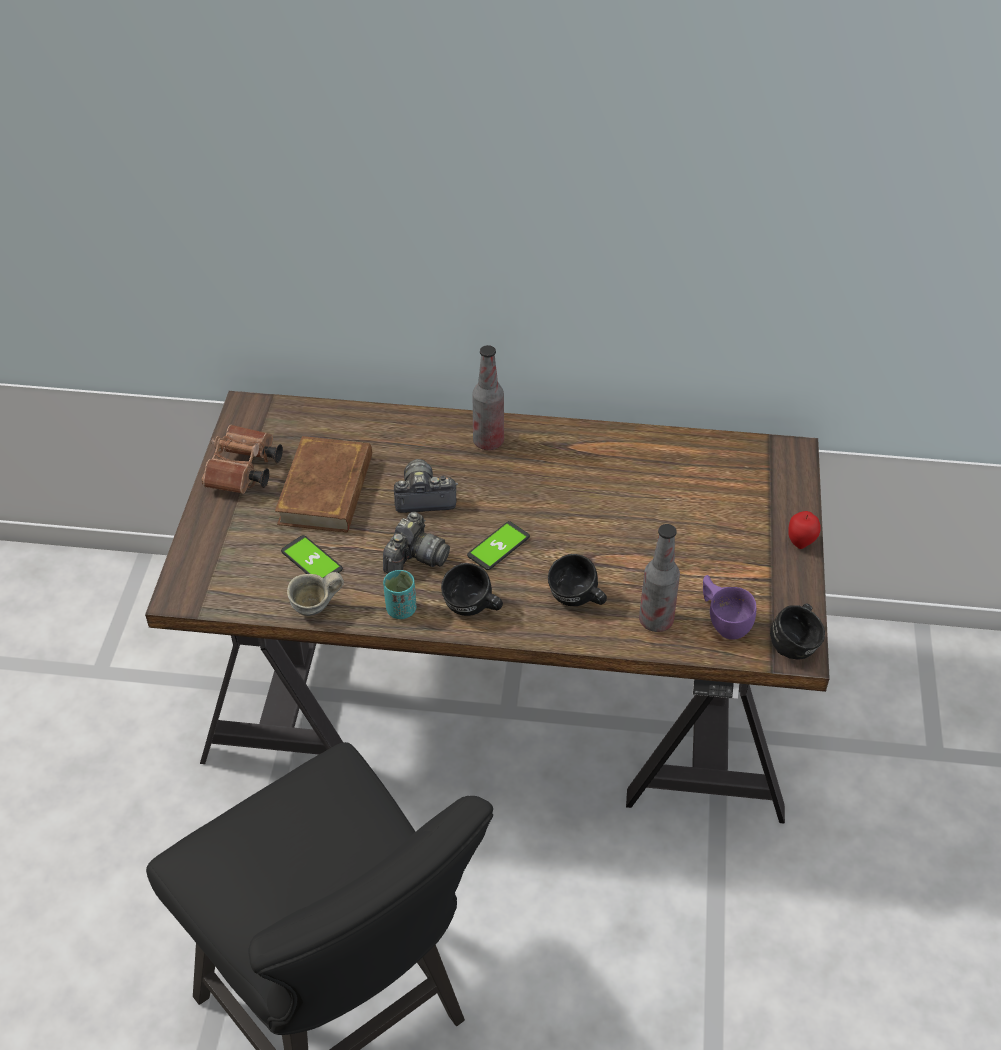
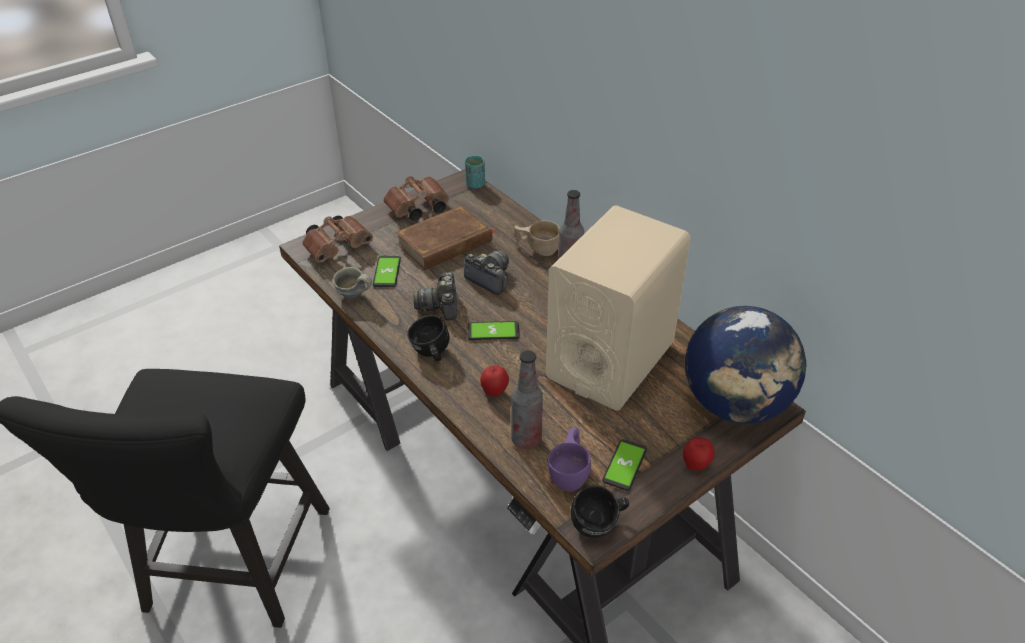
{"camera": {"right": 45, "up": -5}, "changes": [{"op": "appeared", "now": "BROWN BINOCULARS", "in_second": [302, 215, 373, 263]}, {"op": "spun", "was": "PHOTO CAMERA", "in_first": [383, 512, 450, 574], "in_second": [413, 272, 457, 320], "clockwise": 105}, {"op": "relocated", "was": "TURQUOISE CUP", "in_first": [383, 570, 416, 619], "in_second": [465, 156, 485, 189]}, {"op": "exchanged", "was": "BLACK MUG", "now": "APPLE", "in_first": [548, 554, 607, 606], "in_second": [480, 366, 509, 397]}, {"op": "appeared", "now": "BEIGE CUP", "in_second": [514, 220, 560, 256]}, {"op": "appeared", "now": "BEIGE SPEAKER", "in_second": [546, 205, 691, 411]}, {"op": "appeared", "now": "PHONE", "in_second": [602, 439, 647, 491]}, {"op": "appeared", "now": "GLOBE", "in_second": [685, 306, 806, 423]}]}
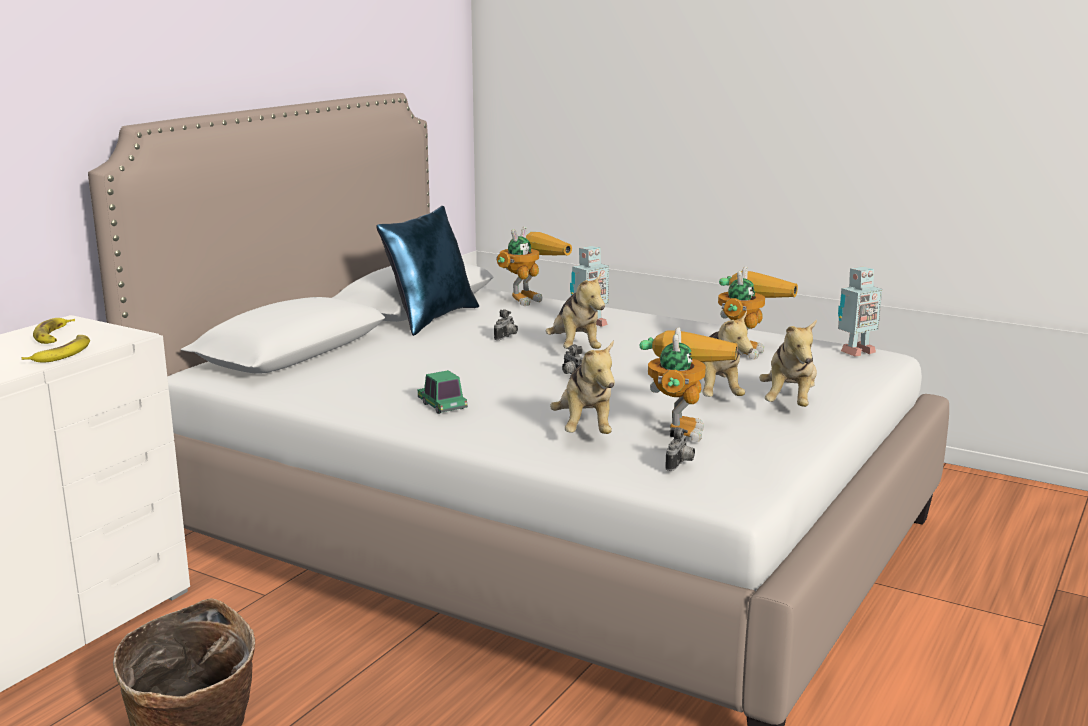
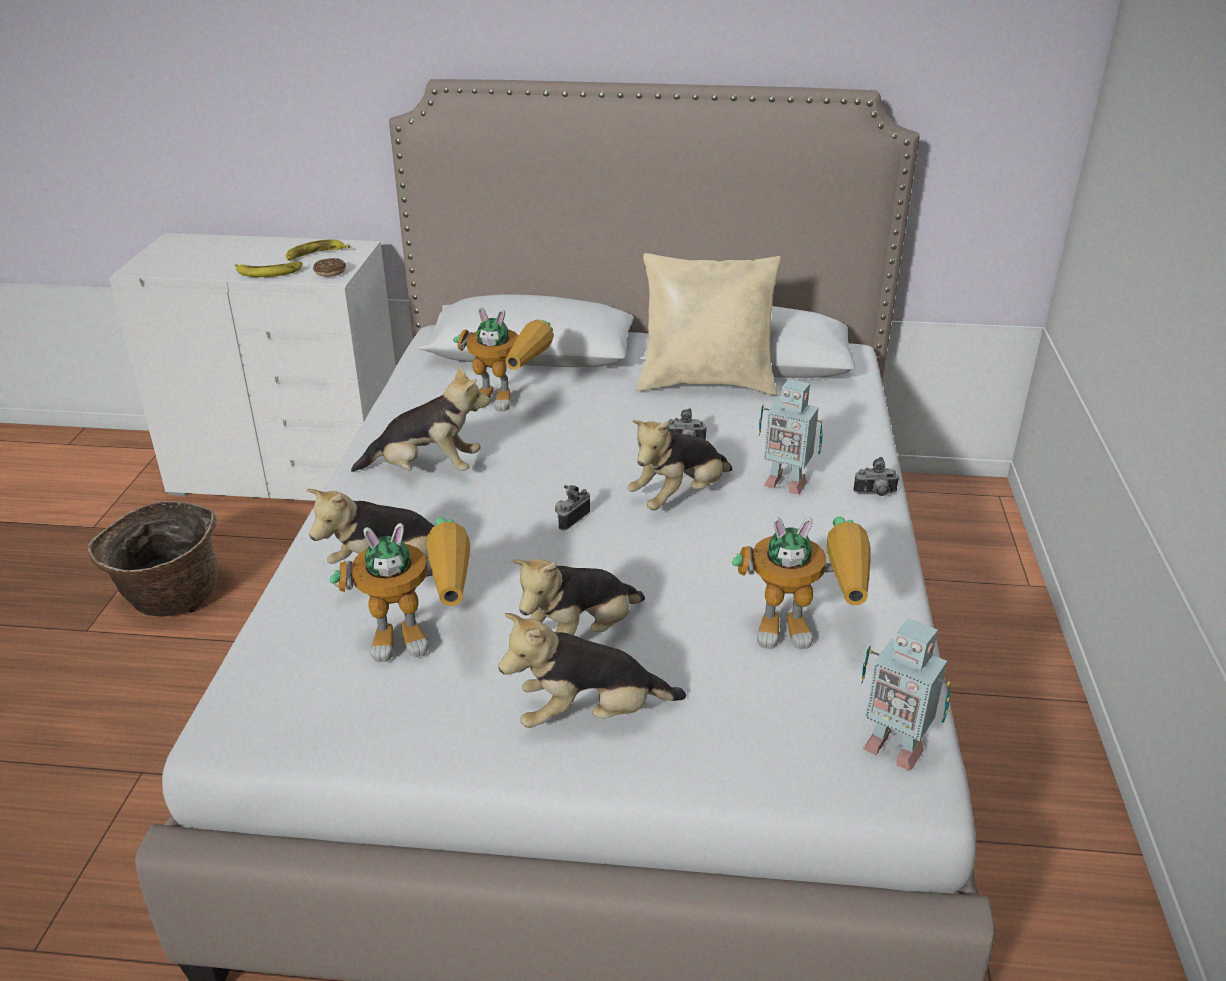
{"camera": {"right": 65, "up": 15}, "changes": [{"op": "appeared", "now": "DONUT", "in_second": [313, 258, 346, 277]}, {"op": "exchanged", "was": "TOY CAR", "now": "PLUSH TOY", "in_first": [418, 370, 468, 414], "in_second": [351, 365, 490, 472]}, {"op": "relocated", "was": "TOY ROBOT", "in_first": [496, 227, 572, 306], "in_second": [453, 307, 554, 412]}, {"op": "colour", "was": "BLUE PILLOW", "now": "BEIGE PILLOW", "in_first": [376, 206, 479, 336], "in_second": [637, 253, 781, 395]}, {"op": "relocated", "was": "PHOTO CAMERA", "in_first": [665, 427, 695, 471], "in_second": [853, 457, 900, 496]}]}
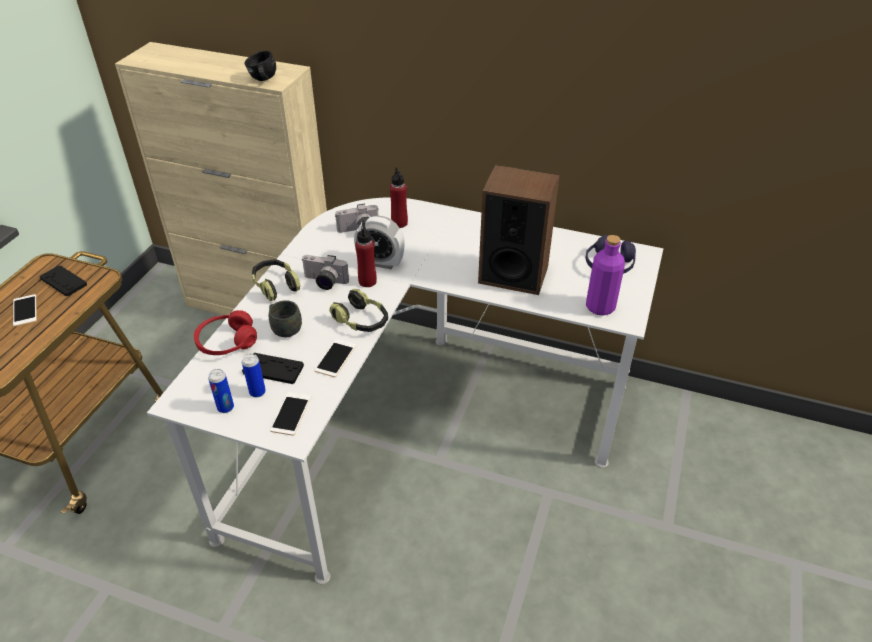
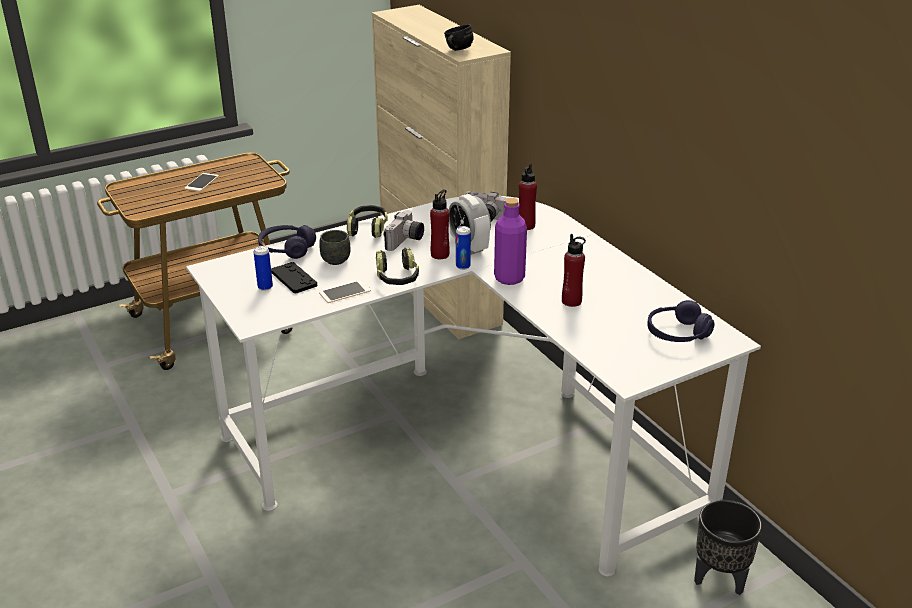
{"camera": {"right": 40, "up": -10}, "changes": [{"op": "colour", "was": "RED HEADPHONES", "now": "PURPLE HEADPHONES", "in_first": [194, 310, 257, 355], "in_second": [258, 225, 316, 259]}, {"op": "spun", "was": "PHOTO CAMERA", "in_first": [302, 255, 349, 290], "in_second": [383, 210, 424, 251], "clockwise": -120}, {"op": "relocated", "was": "CAN", "in_first": [208, 369, 234, 413], "in_second": [456, 226, 471, 270]}, {"op": "relocated", "was": "PURPLE BOTTLE", "in_first": [586, 235, 625, 316], "in_second": [494, 198, 527, 285]}, {"op": "exchanged", "was": "SPEAKER", "now": "RED BOTTLE", "in_first": [478, 165, 560, 295], "in_second": [562, 234, 586, 307]}, {"op": "appeared", "now": "BLACK PLANTER", "in_second": [694, 500, 762, 595]}, {"op": "missing", "was": "BLACK GAME CONTROLLER", "in_first": [40, 265, 87, 296]}, {"op": "missing", "was": "PHONE", "in_first": [270, 392, 311, 436]}]}
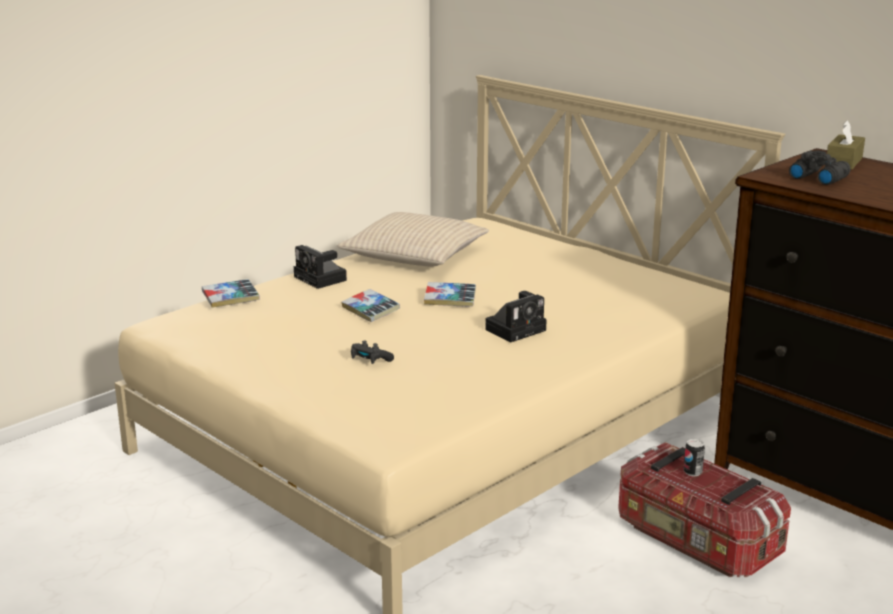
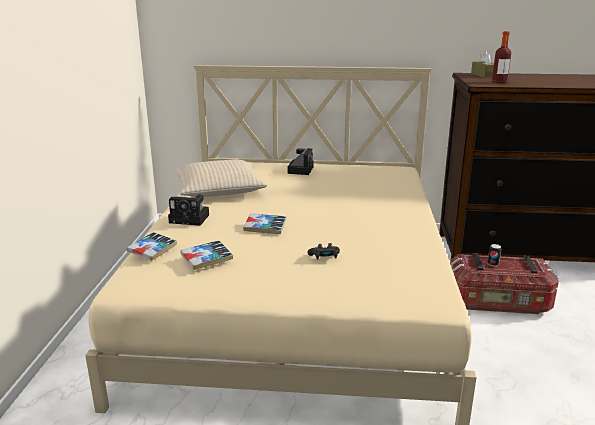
{"camera": {"right": -40, "up": 0}, "changes": [{"op": "relocated", "was": "BOOK", "in_first": [424, 282, 476, 306], "in_second": [181, 240, 233, 270]}, {"op": "relocated", "was": "PHOTO CAMERA", "in_first": [485, 291, 547, 342], "in_second": [287, 148, 314, 175]}, {"op": "exchanged", "was": "BLACK BINOCULARS", "now": "BOTTLE", "in_first": [789, 150, 851, 185], "in_second": [492, 31, 511, 83]}]}
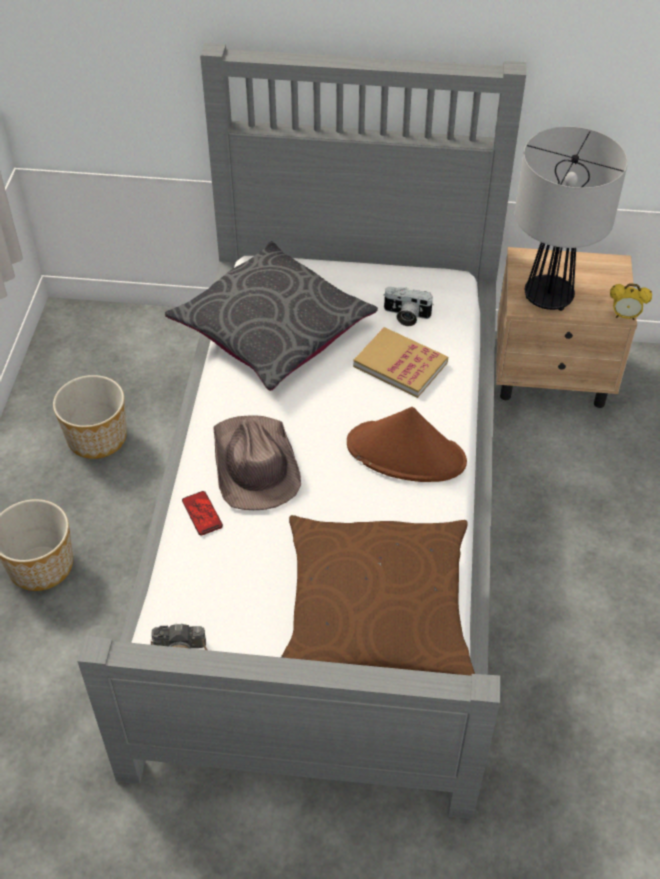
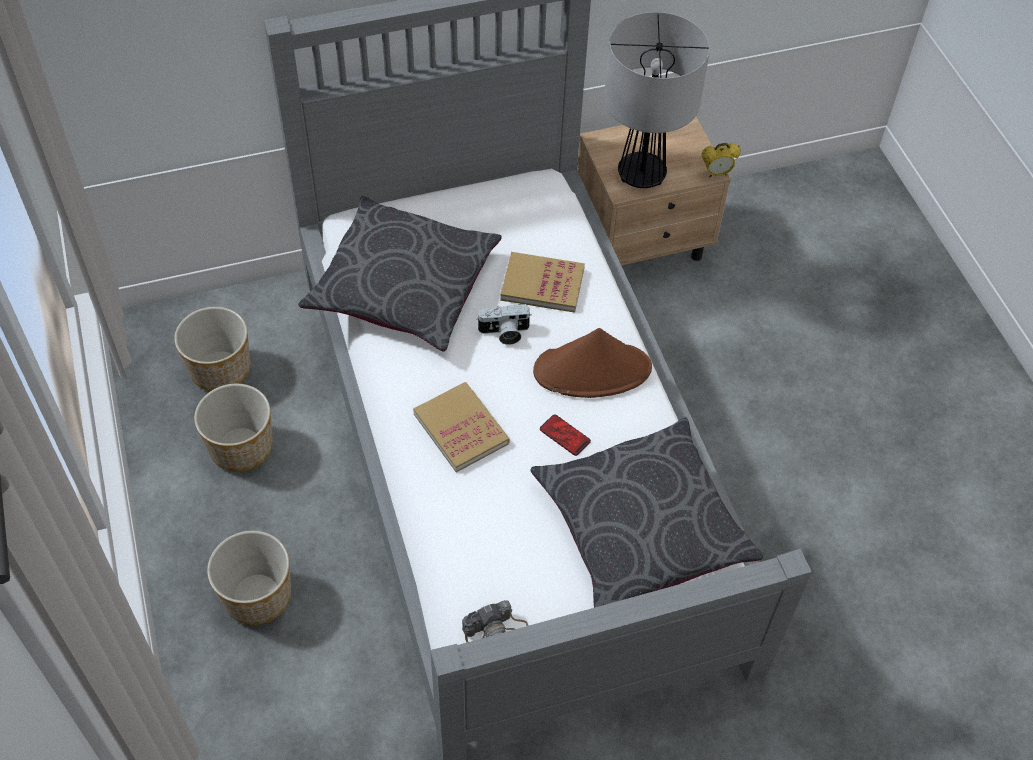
{"camera": {"right": -25, "up": 5}, "changes": [{"op": "appeared", "now": "PLANTER", "in_second": [174, 307, 250, 391]}, {"op": "exchanged", "was": "BROWN HAT", "now": "BOOK", "in_first": [213, 415, 301, 510], "in_second": [413, 382, 510, 472]}, {"op": "relocated", "was": "PHOTO CAMERA", "in_first": [383, 287, 434, 326], "in_second": [476, 304, 532, 345]}, {"op": "colour", "was": "BROWN PILLOW", "now": "GREY PILLOW", "in_first": [281, 515, 475, 676], "in_second": [530, 418, 763, 608]}, {"op": "relocated", "was": "PHONE", "in_first": [182, 491, 223, 536], "in_second": [540, 414, 591, 456]}]}
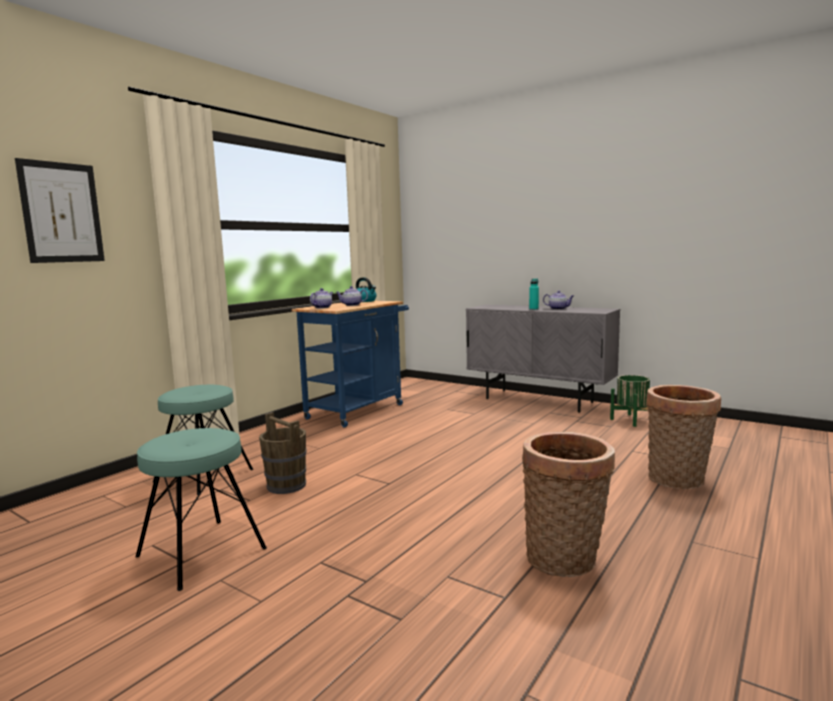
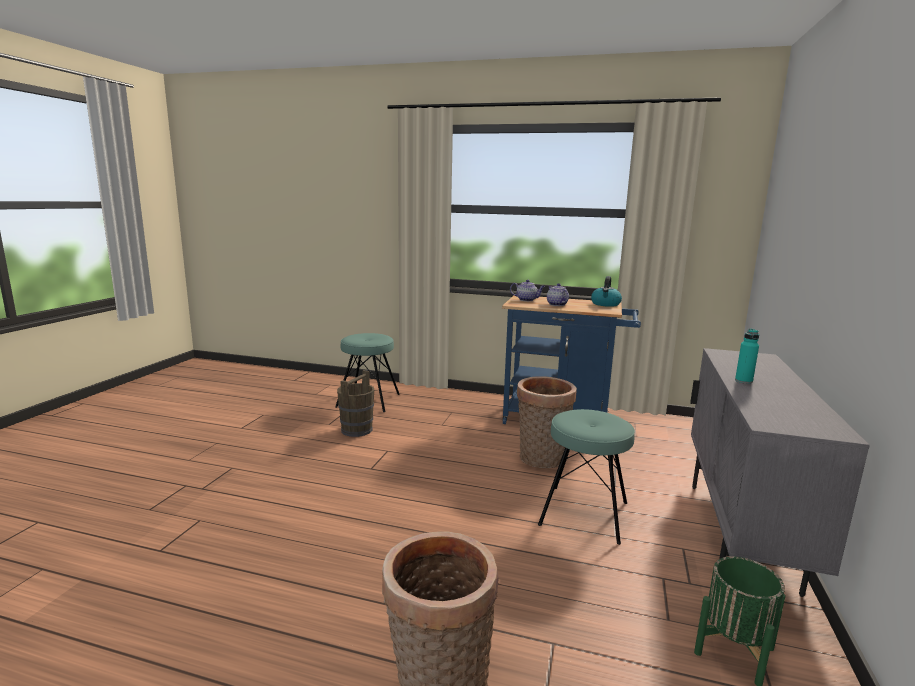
{"camera": {"right": 70, "up": 5}, "changes": [{"op": "relocated", "was": "BASKET", "in_first": [522, 432, 615, 577], "in_second": [517, 376, 577, 468]}, {"op": "relocated", "was": "TURQUOISE STOOL", "in_first": [136, 428, 267, 591], "in_second": [538, 409, 635, 545]}, {"op": "missing", "was": "PICTURE", "in_first": [15, 158, 105, 263]}, {"op": "missing", "was": "TEAPOT", "in_first": [543, 291, 574, 310]}]}
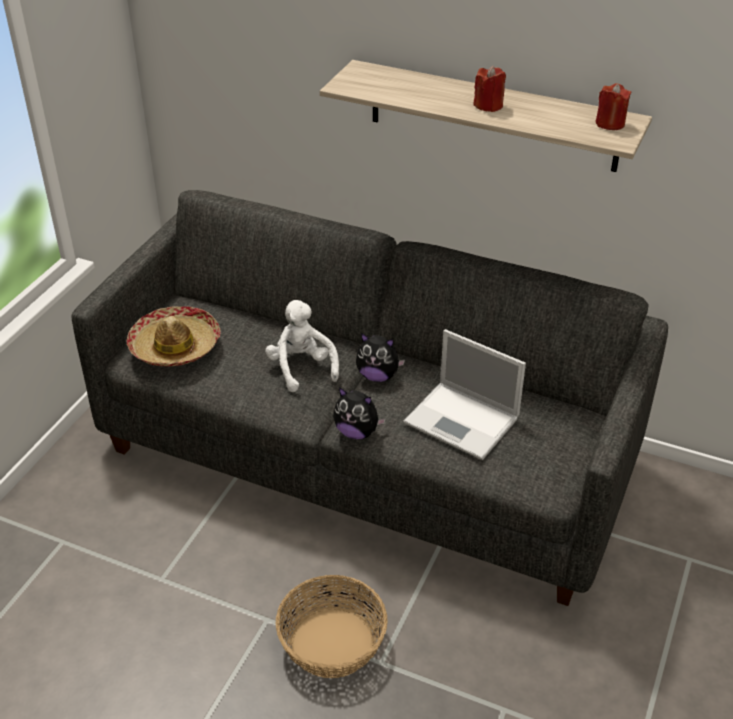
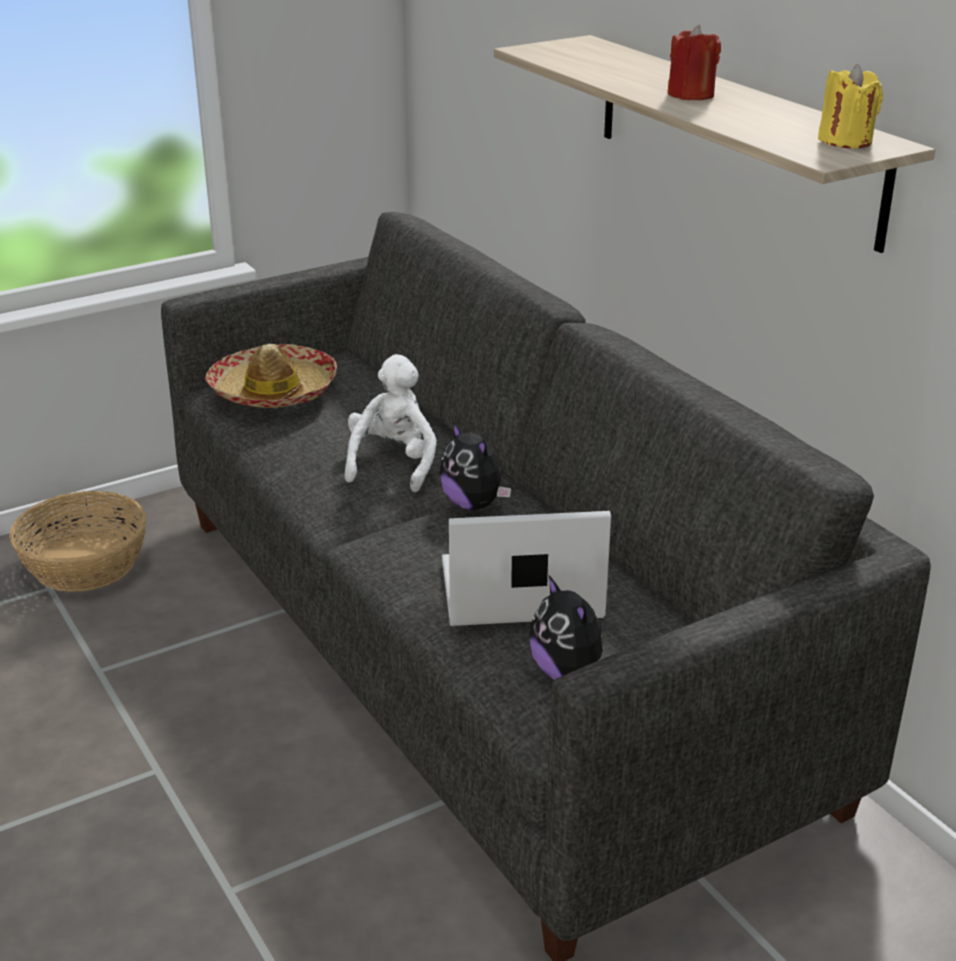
{"camera": {"right": 35, "up": -10}, "changes": [{"op": "relocated", "was": "BASKET", "in_first": [276, 575, 388, 678], "in_second": [10, 491, 147, 592]}, {"op": "spun", "was": "LAPTOP", "in_first": [403, 329, 526, 460], "in_second": [442, 511, 611, 626], "clockwise": 105}, {"op": "relocated", "was": "PLUSH TOY", "in_first": [333, 387, 386, 439], "in_second": [529, 575, 603, 680]}, {"op": "colour", "was": "RED CANDLE", "now": "YELLOW CANDLE", "in_first": [595, 83, 631, 130], "in_second": [818, 64, 883, 148]}]}
